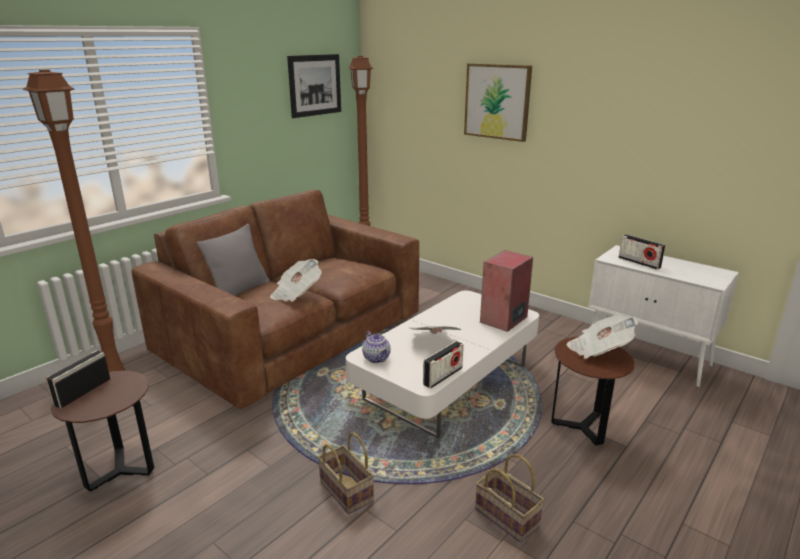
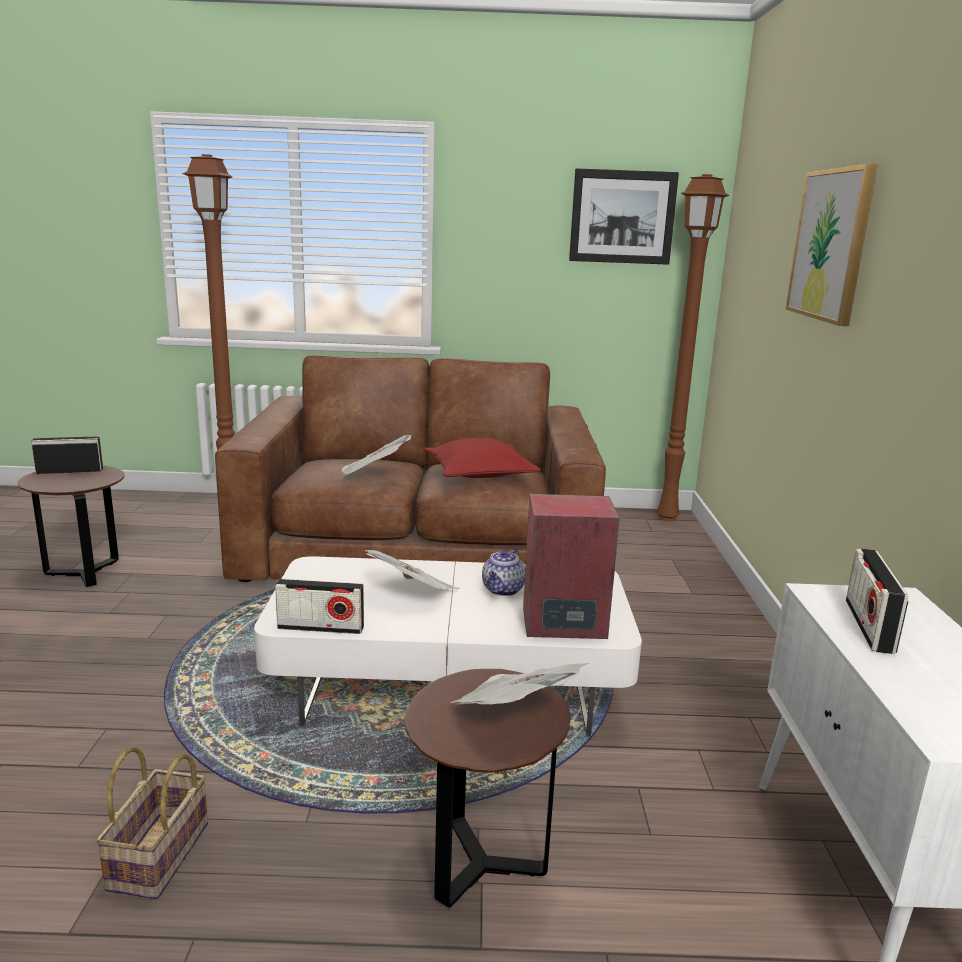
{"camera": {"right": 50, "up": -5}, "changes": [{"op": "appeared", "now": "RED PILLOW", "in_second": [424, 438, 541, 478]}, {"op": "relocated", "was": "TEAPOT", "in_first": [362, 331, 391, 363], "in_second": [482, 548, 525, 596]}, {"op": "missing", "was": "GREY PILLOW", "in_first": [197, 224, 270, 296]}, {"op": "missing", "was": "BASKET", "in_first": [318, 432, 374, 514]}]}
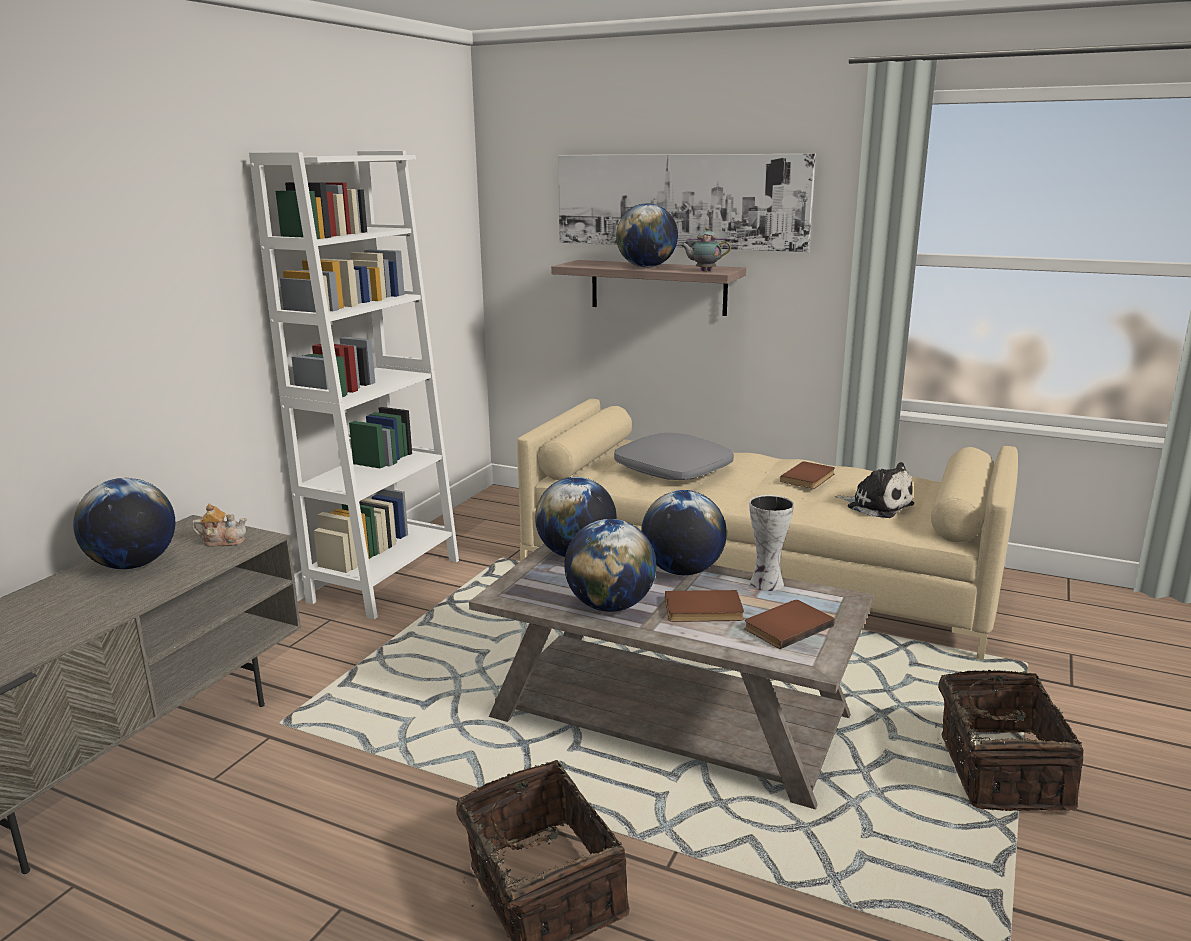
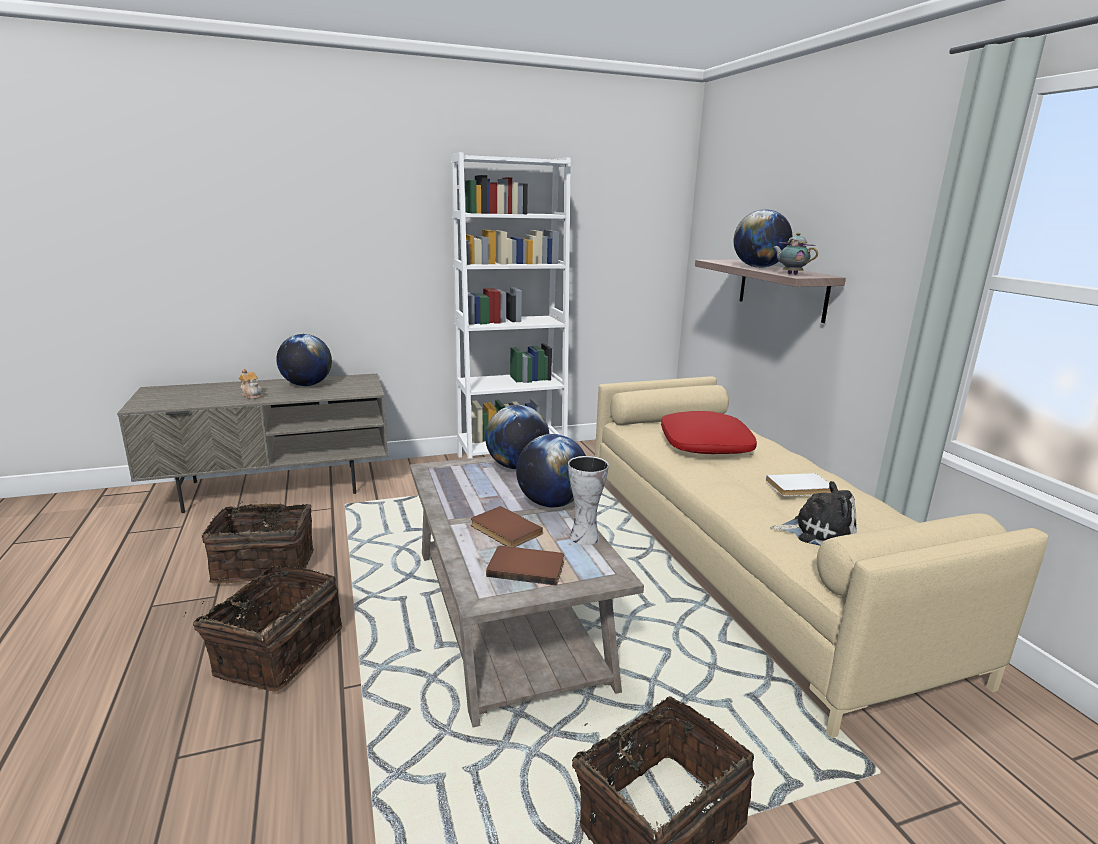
{"camera": {"right": 45, "up": 0}, "changes": [{"op": "appeared", "now": "BASKET", "in_second": [202, 501, 314, 584]}, {"op": "relocated", "was": "TEAPOT", "in_first": [192, 504, 247, 547], "in_second": [239, 369, 263, 399]}, {"op": "colour", "was": "GREY PILLOW", "now": "RED PILLOW", "in_first": [614, 433, 734, 480], "in_second": [661, 411, 757, 454]}, {"op": "colour", "was": "BROWN BOOK", "now": "WHITE BOOK", "in_first": [780, 461, 835, 489], "in_second": [766, 473, 831, 496]}, {"op": "spun", "was": "PLUSH TOY", "in_first": [835, 462, 914, 518], "in_second": [770, 481, 857, 546], "clockwise": -75}, {"op": "missing", "was": "PICTURE", "in_first": [558, 154, 816, 252]}, {"op": "missing", "was": "GLOBE", "in_first": [564, 519, 656, 612]}]}
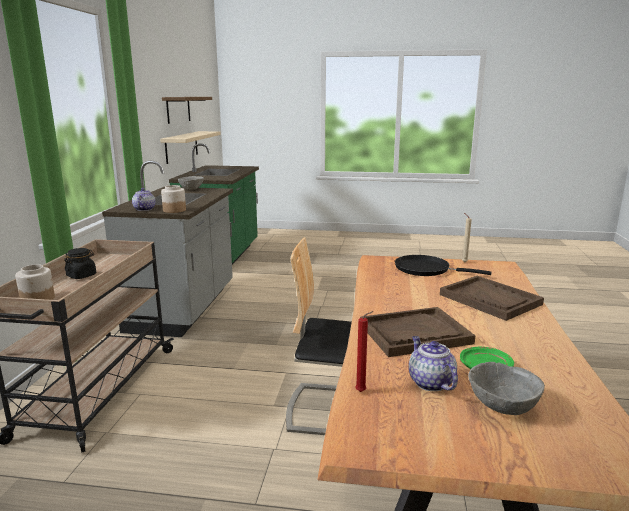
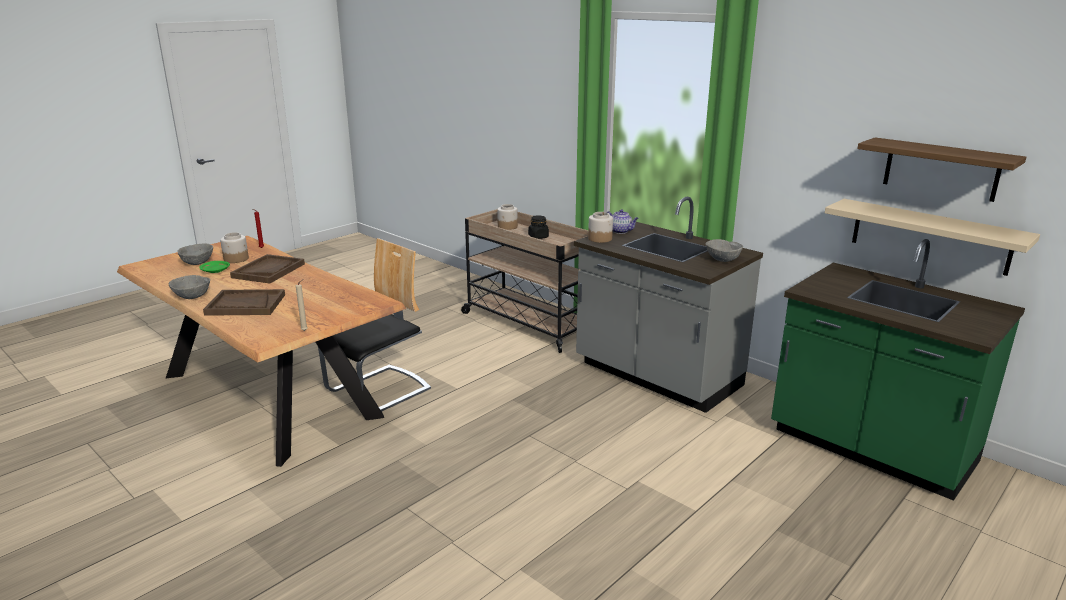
{"camera": {"right": 125, "up": 5}, "changes": [{"op": "appeared", "now": "GREY BOWL", "in_second": [169, 275, 210, 299]}, {"op": "exchanged", "was": "TEAPOT", "now": "JAR", "in_first": [409, 336, 458, 391], "in_second": [220, 232, 249, 263]}, {"op": "missing", "was": "BLACK FRYING PAN", "in_first": [395, 255, 492, 276]}]}
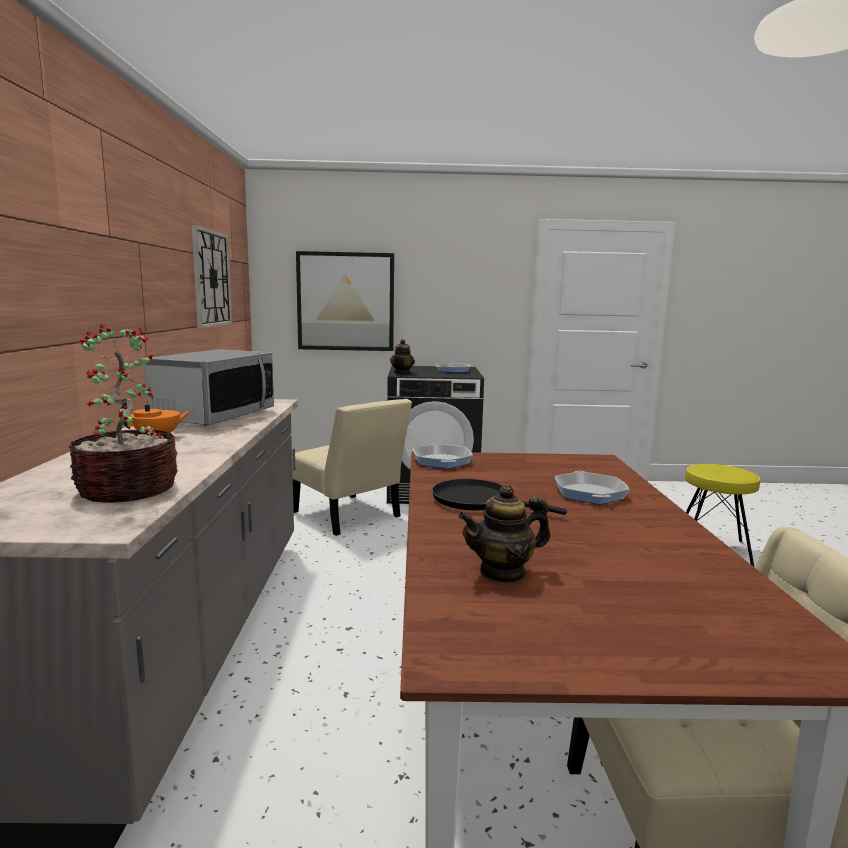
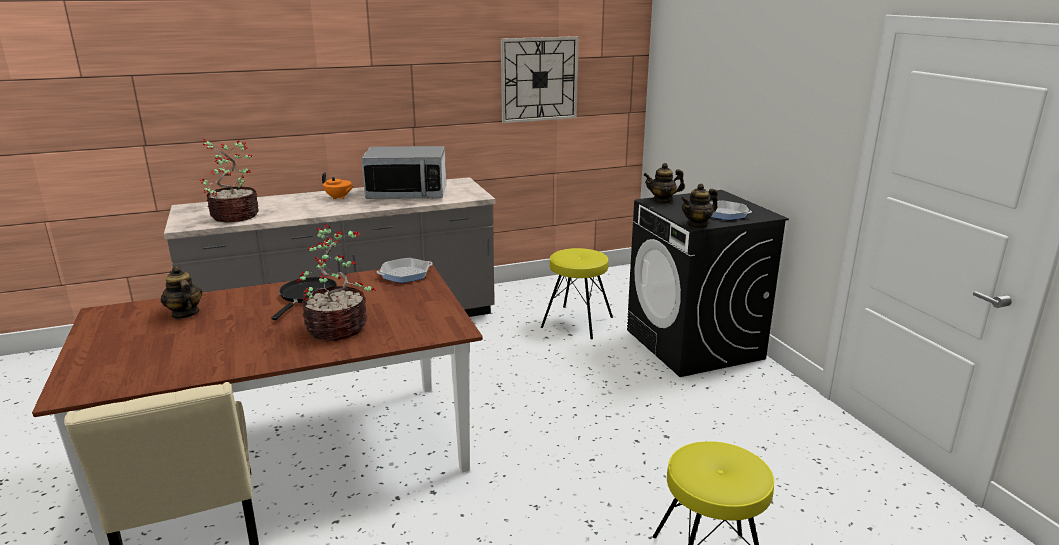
{"camera": {"right": 70, "up": 10}, "changes": [{"op": "exchanged", "was": "FRYING PAN", "now": "POTTED PLANT", "in_first": [554, 471, 630, 505], "in_second": [296, 224, 377, 341]}, {"op": "exchanged", "was": "BEIGE CHAIR", "now": "YELLOW STOOL", "in_first": [292, 399, 412, 536], "in_second": [541, 248, 613, 339]}, {"op": "appeared", "now": "TEAPOT", "in_second": [681, 183, 718, 229]}, {"op": "missing", "was": "PICTURE", "in_first": [296, 251, 394, 351]}]}
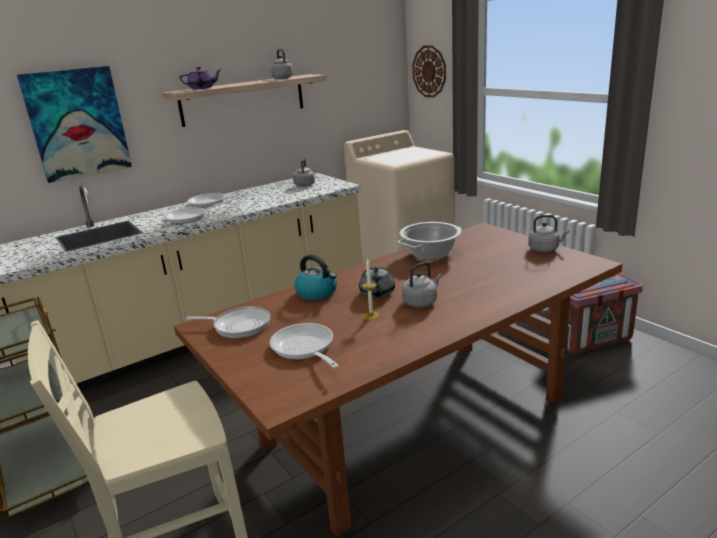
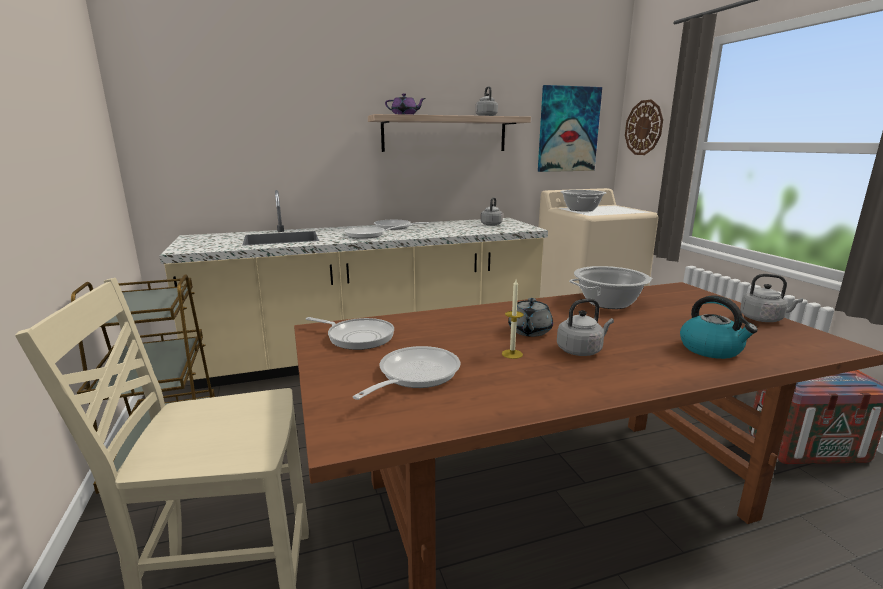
{"camera": {"right": 15, "up": -5}, "changes": [{"op": "spun", "was": "FRYING PAN", "in_first": [269, 323, 339, 368], "in_second": [353, 346, 460, 400], "clockwise": 45}, {"op": "relocated", "was": "PICTURE", "in_first": [17, 66, 132, 183], "in_second": [538, 85, 602, 172]}, {"op": "appeared", "now": "COOKING POT", "in_second": [560, 190, 606, 211]}, {"op": "relocated", "was": "KETTLE", "in_first": [294, 254, 337, 300], "in_second": [680, 296, 758, 359]}]}
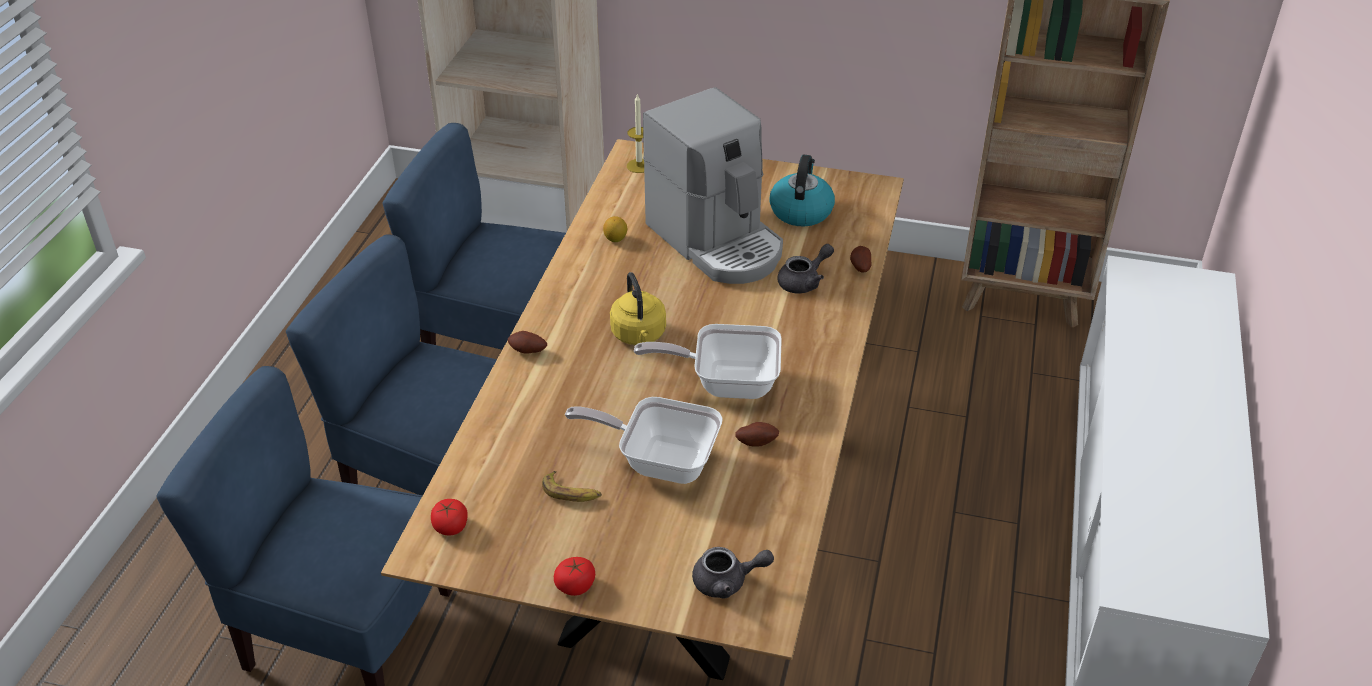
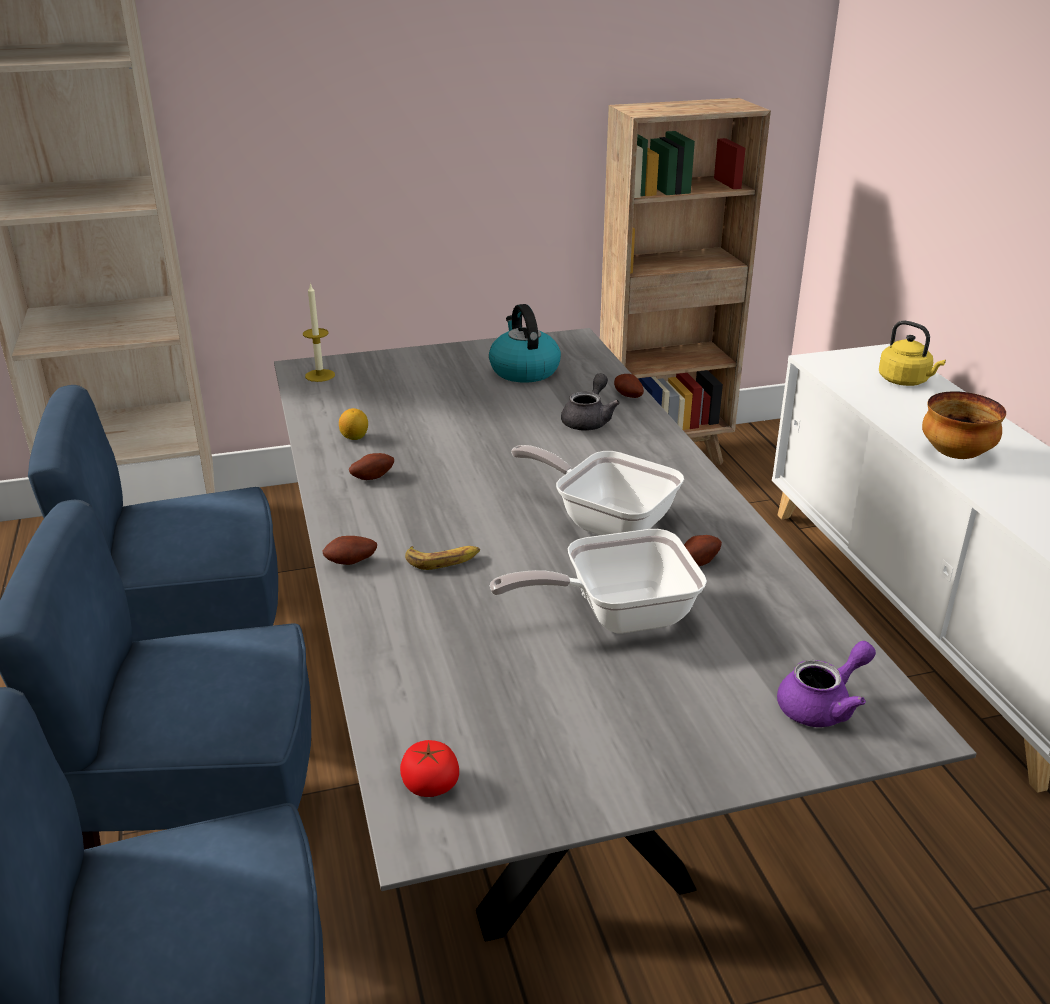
{"camera": {"right": -30, "up": -10}, "changes": [{"op": "colour", "was": "BROWN DINING TABLE", "now": "GREY DINING TABLE", "in_first": [381, 139, 904, 680], "in_second": [274, 328, 977, 941]}, {"op": "appeared", "now": "POTATO", "in_second": [349, 453, 394, 480]}, {"op": "relocated", "was": "BANANA", "in_first": [542, 471, 602, 502], "in_second": [405, 546, 480, 570]}, {"op": "spun", "was": "FRYING PAN", "in_first": [634, 324, 782, 399], "in_second": [511, 445, 684, 535], "clockwise": 60}, {"op": "colour", "was": "GREY TEAPOT", "now": "PURPLE TEAPOT", "in_first": [692, 547, 774, 599], "in_second": [777, 641, 876, 727]}, {"op": "relocated", "was": "YELLOW KETTLE", "in_first": [610, 272, 666, 345], "in_second": [879, 321, 946, 386]}, {"op": "appeared", "now": "BOWL", "in_second": [922, 391, 1006, 459]}, {"op": "missing", "was": "TOMATO", "in_first": [554, 557, 595, 596]}, {"op": "missing", "was": "COFFEE MACHINE", "in_first": [643, 87, 783, 284]}]}
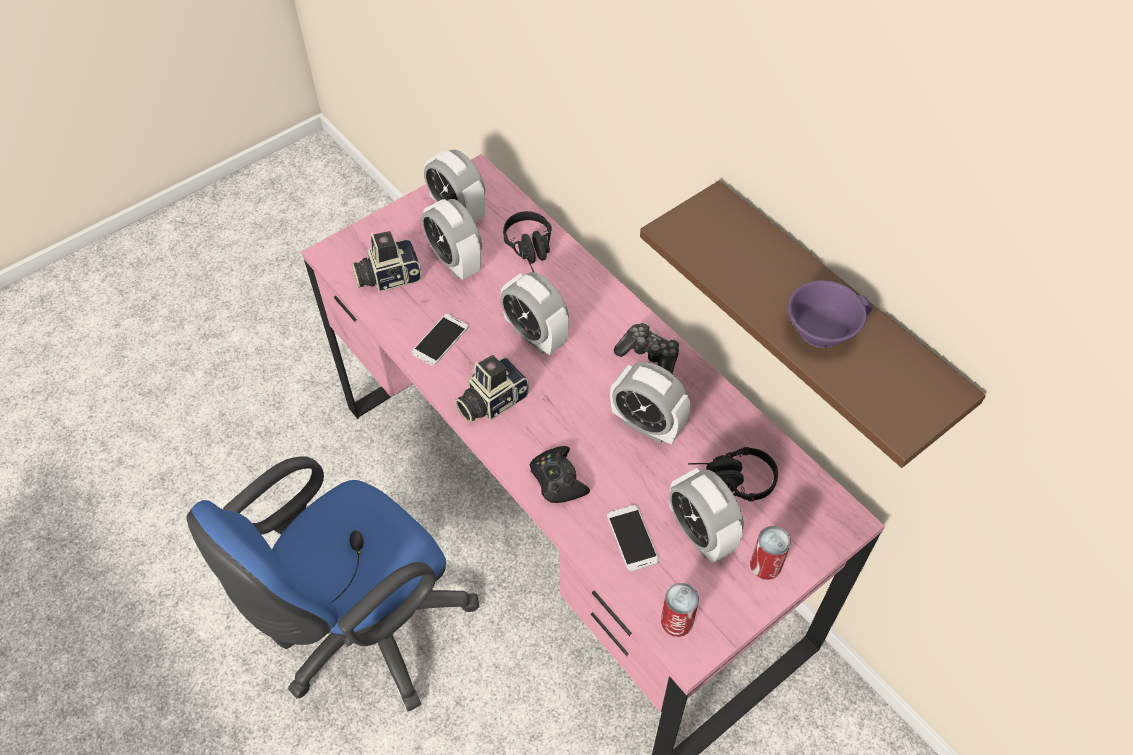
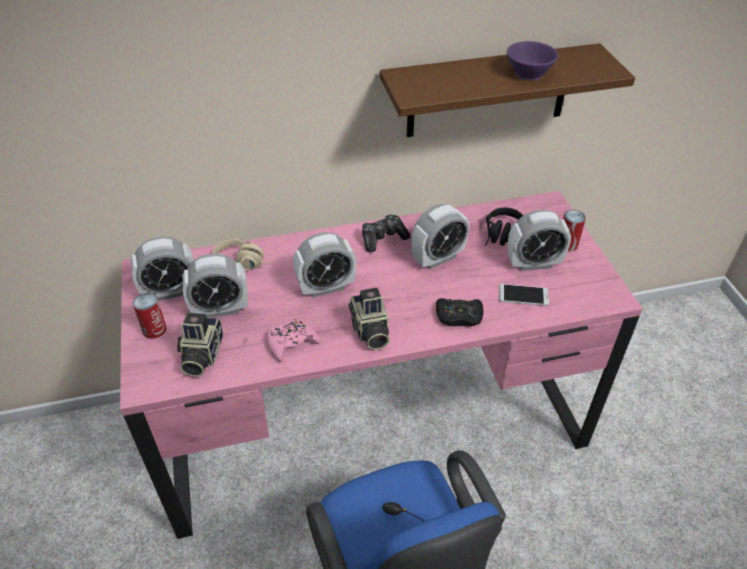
{"camera": {"right": -65, "up": -10}, "changes": [{"op": "relocated", "was": "CAN", "in_first": [661, 583, 699, 637], "in_second": [133, 293, 167, 339]}, {"op": "colour", "was": "BLACK HEADPHONES", "now": "BEIGE HEADPHONES", "in_first": [503, 211, 551, 272], "in_second": [212, 239, 274, 271]}, {"op": "exchanged", "was": "PHONE", "now": "PINK GAME CONTROLLER", "in_first": [411, 314, 468, 366], "in_second": [267, 317, 320, 361]}]}
